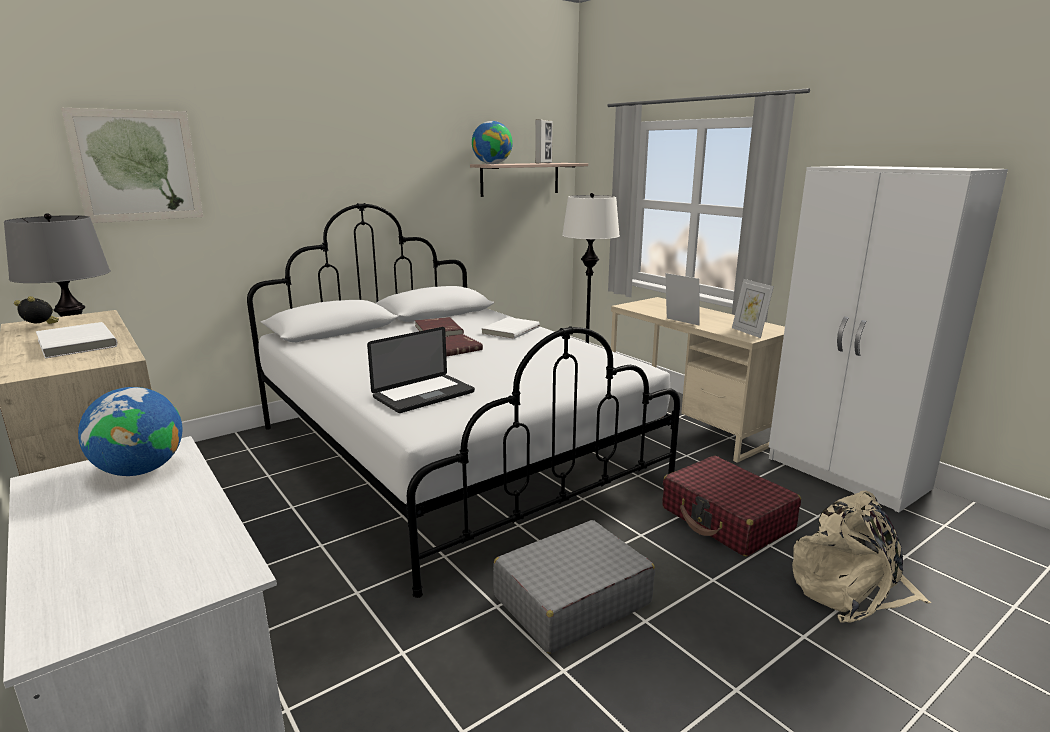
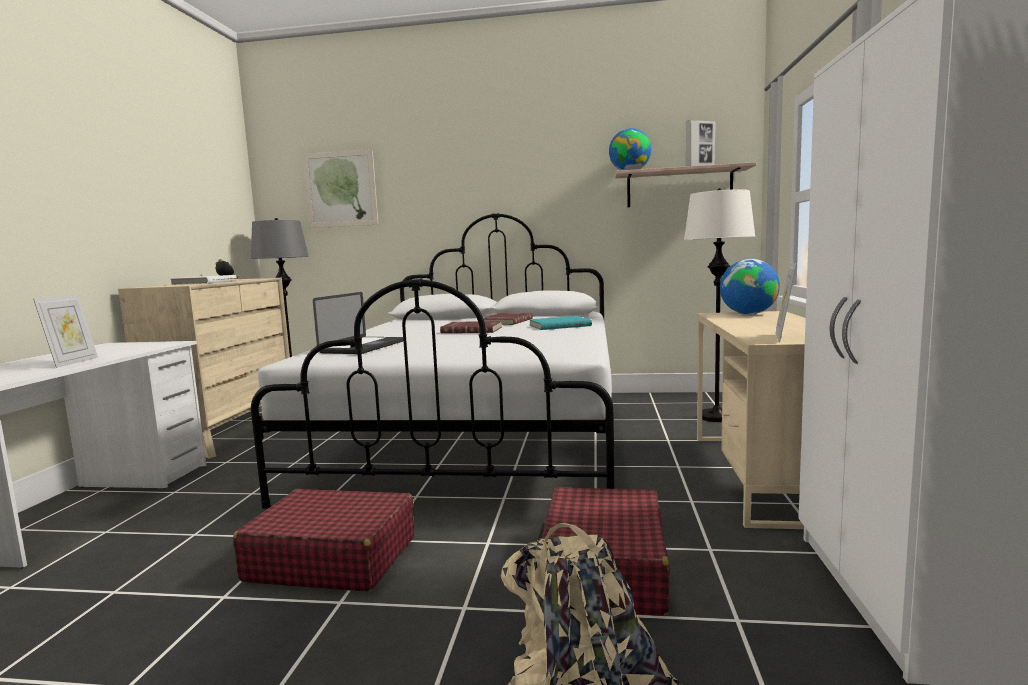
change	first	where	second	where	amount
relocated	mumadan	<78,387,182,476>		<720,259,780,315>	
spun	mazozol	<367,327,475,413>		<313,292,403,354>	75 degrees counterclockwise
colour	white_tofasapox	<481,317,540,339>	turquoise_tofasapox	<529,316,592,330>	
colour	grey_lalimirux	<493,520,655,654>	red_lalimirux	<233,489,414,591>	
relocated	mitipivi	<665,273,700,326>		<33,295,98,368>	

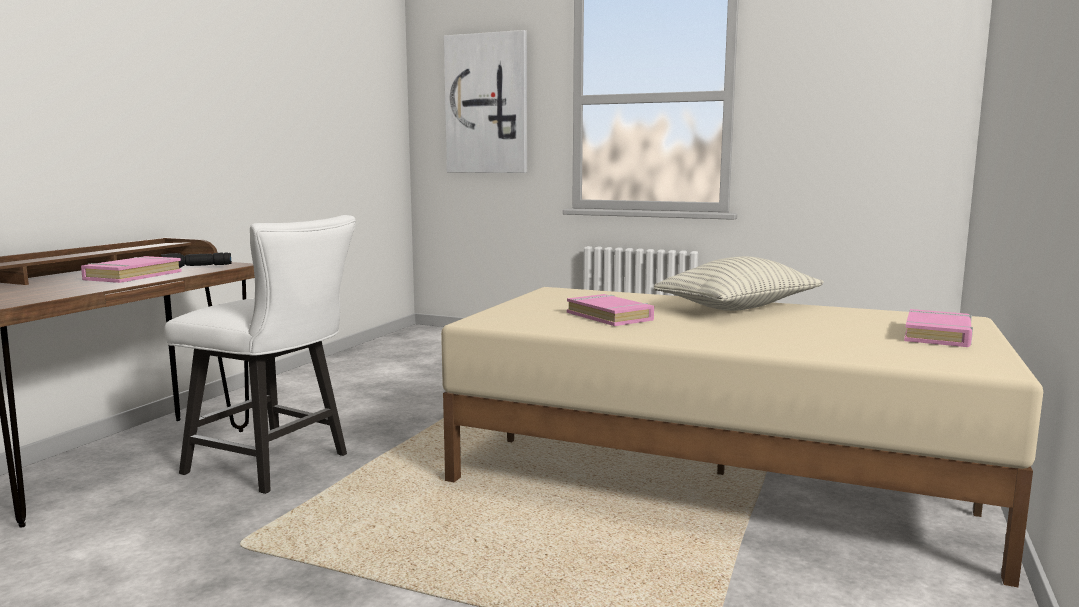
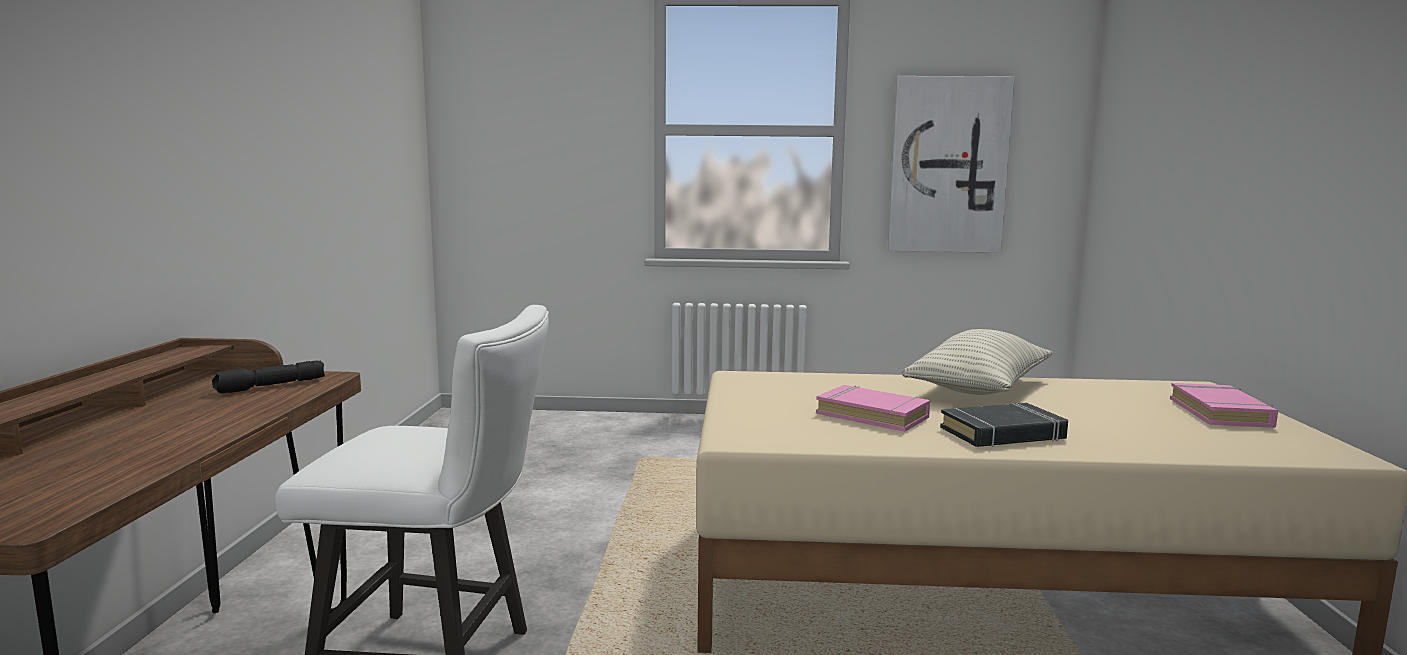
change	first	where	second	where	amount
missing	pink_tofasapox	<81,256,182,283>			
relocated	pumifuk	<444,30,527,173>		<888,76,1015,253>	
appeared			black_tofasapox	<940,403,1068,447>	

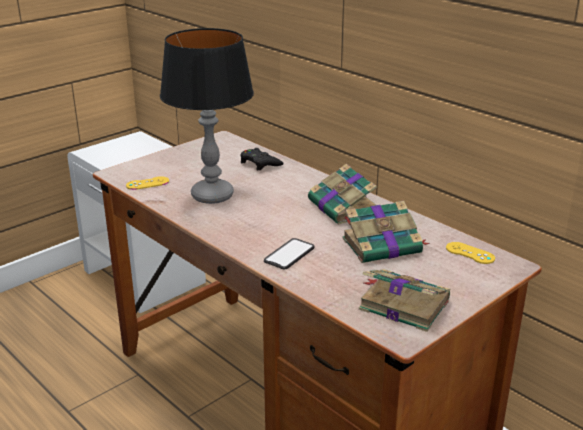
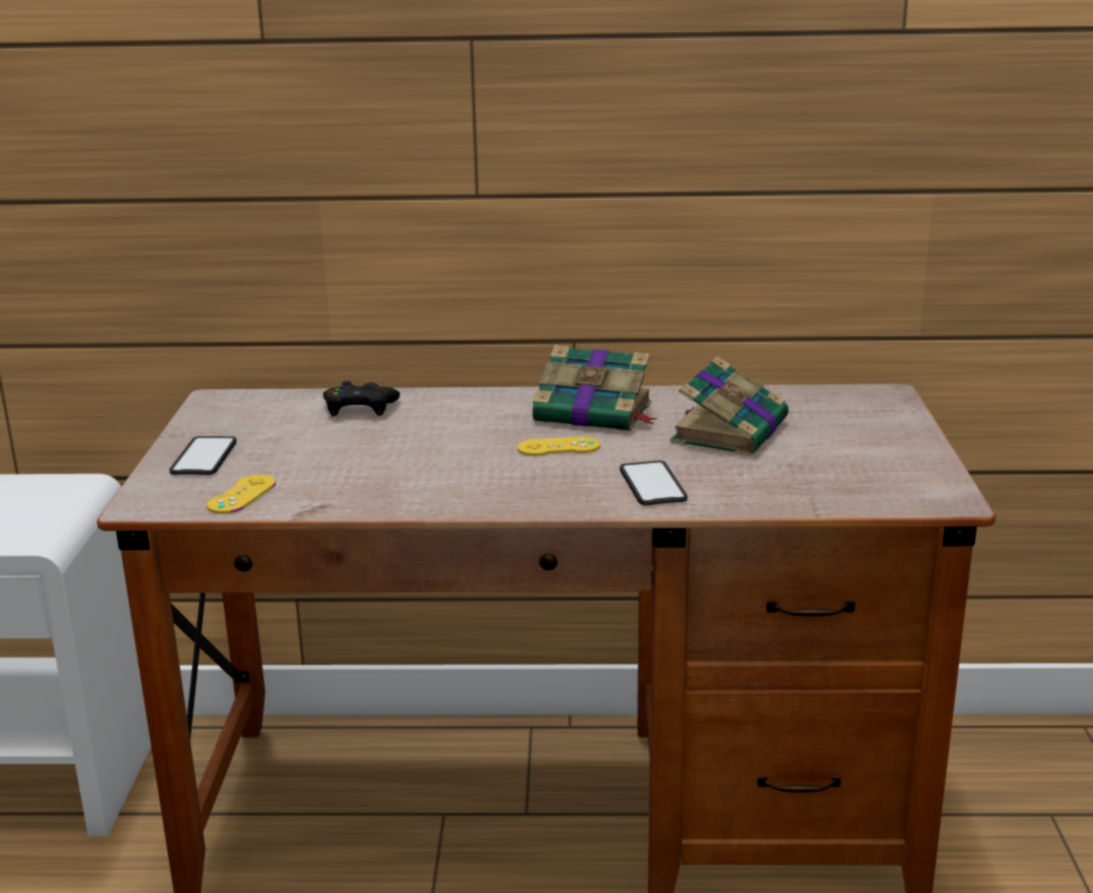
change	first	where	second	where	amount
missing	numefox	<160,28,254,204>			
missing	tofasapox	<359,269,450,332>			
relocated	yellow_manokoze	<446,242,495,264>		<517,436,601,456>	
appeared			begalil	<170,436,237,475>	

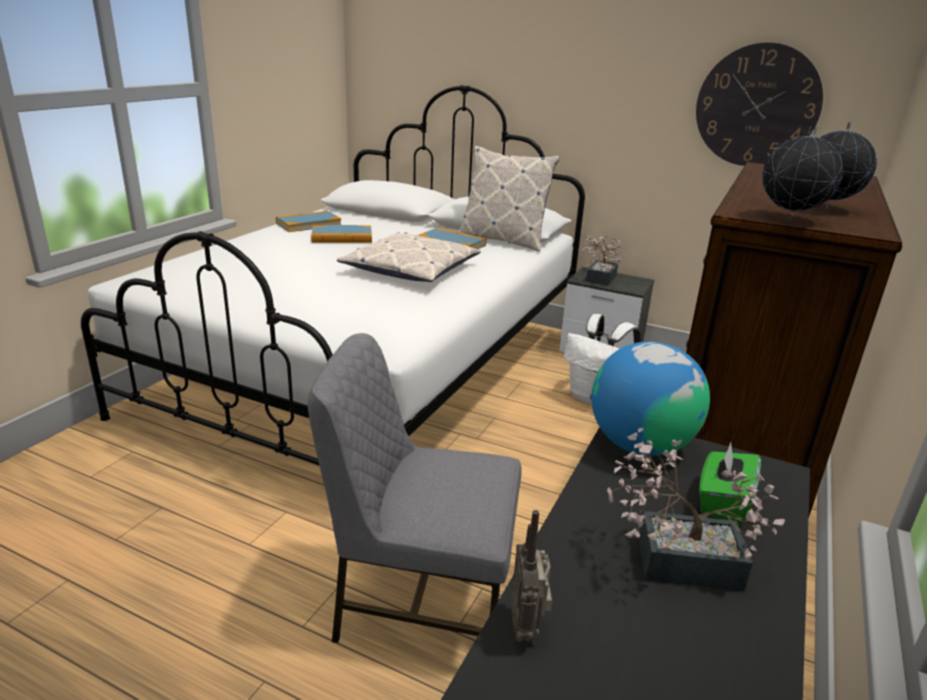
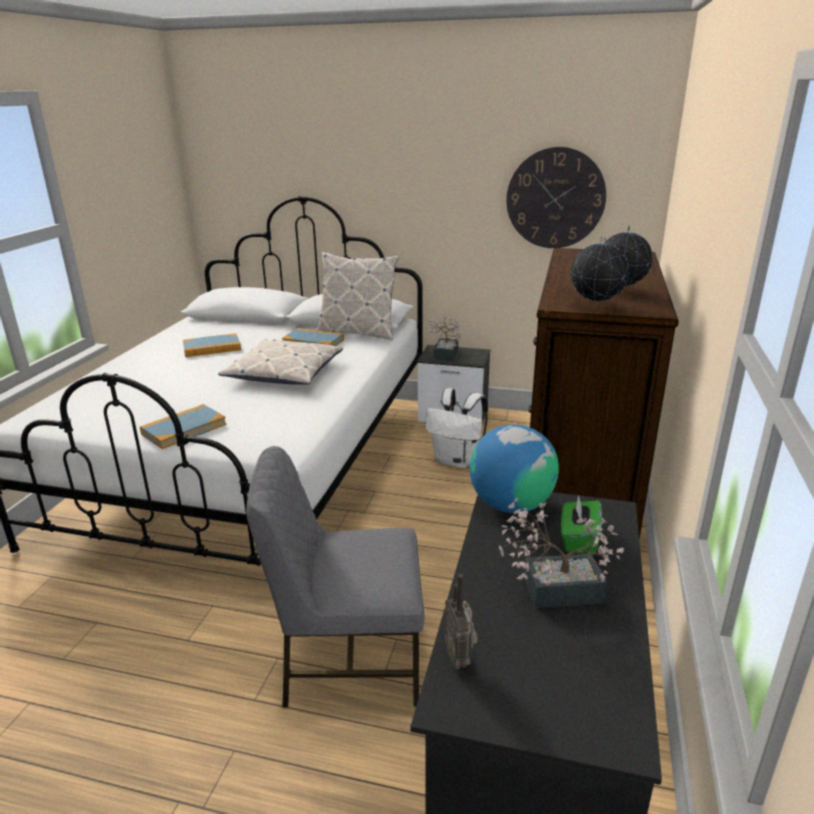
change	first	where	second	where	amount
relocated	tofasapox	<276,211,341,232>		<140,404,227,449>	

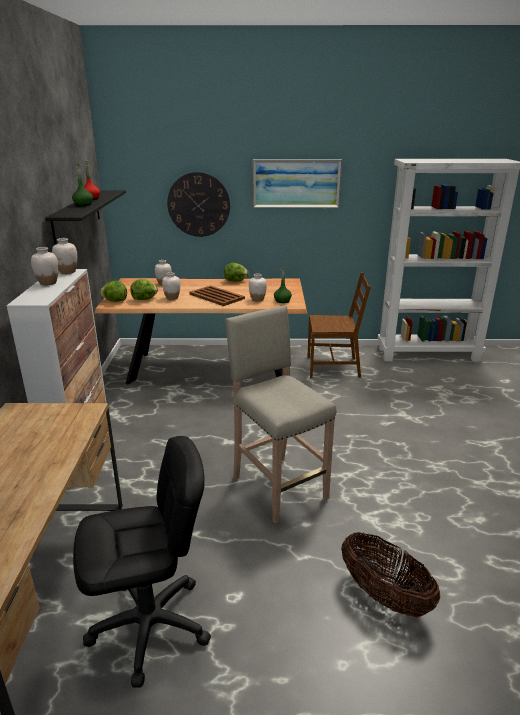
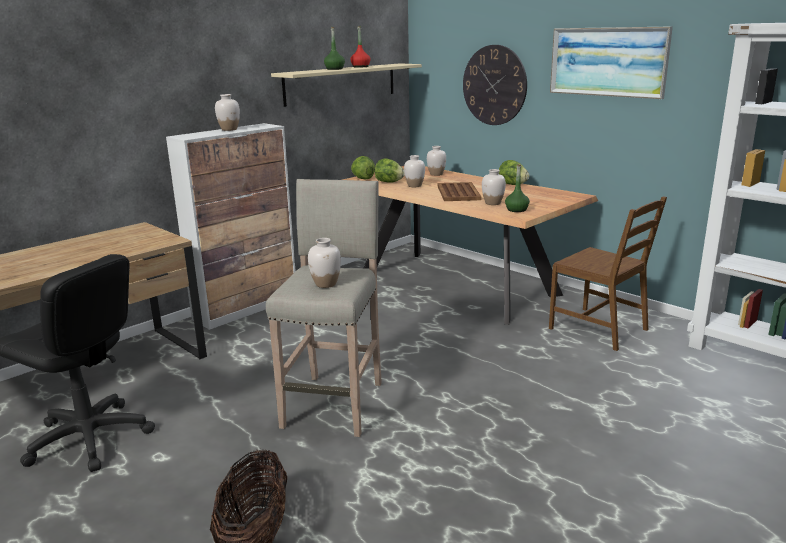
change	first	where	second	where	amount
colour	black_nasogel	<45,190,126,245>	beige_nasogel	<271,63,422,107>	
relocated	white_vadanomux	<52,238,77,274>		<308,238,341,288>	

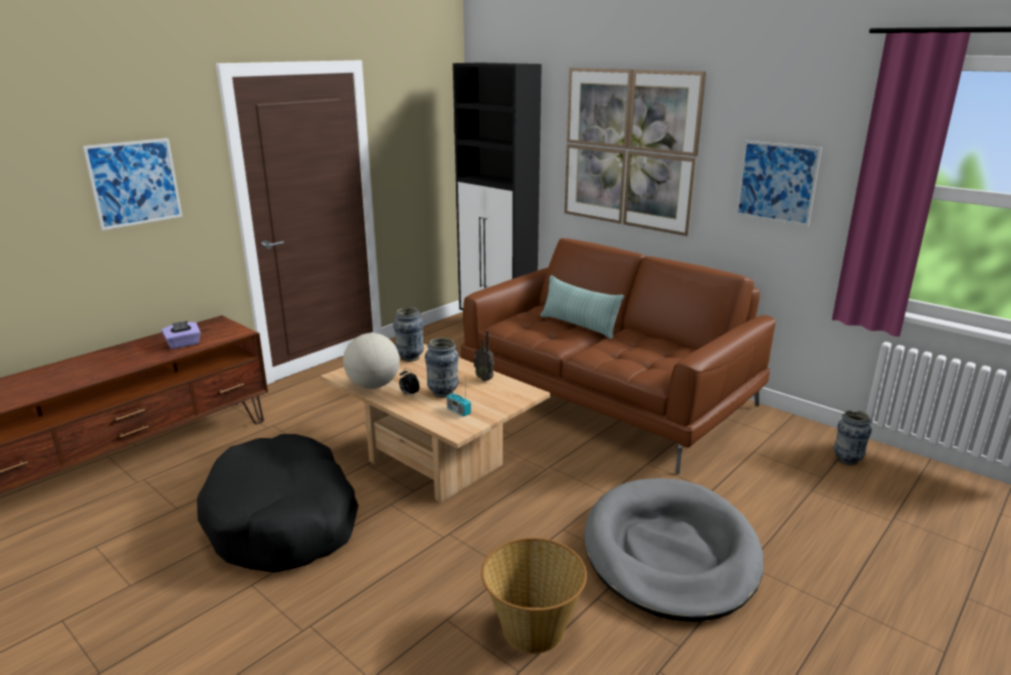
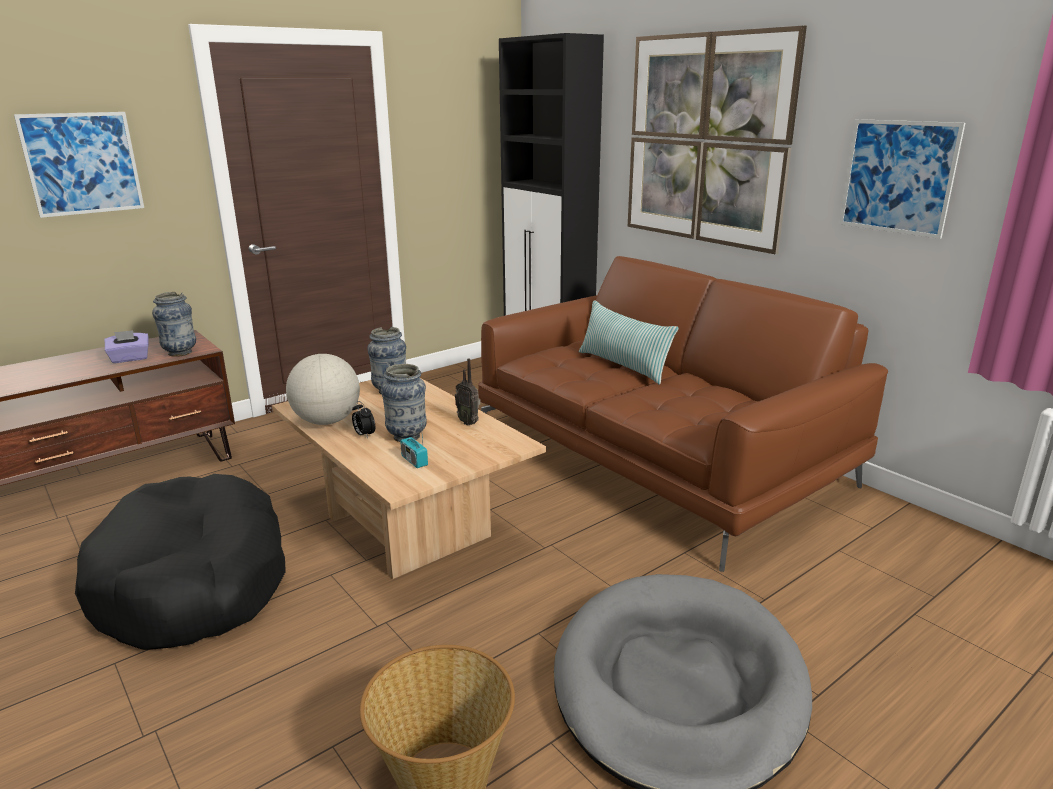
change	first	where	second	where	amount
relocated	vadanomux	<834,410,872,465>		<152,292,196,357>	

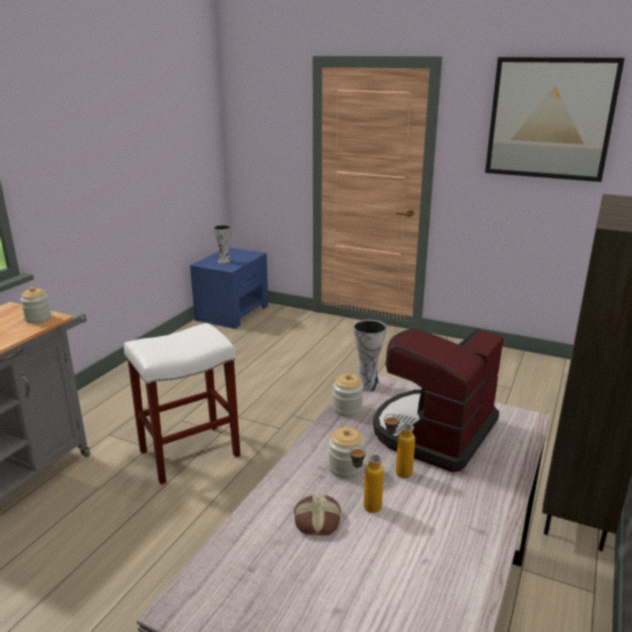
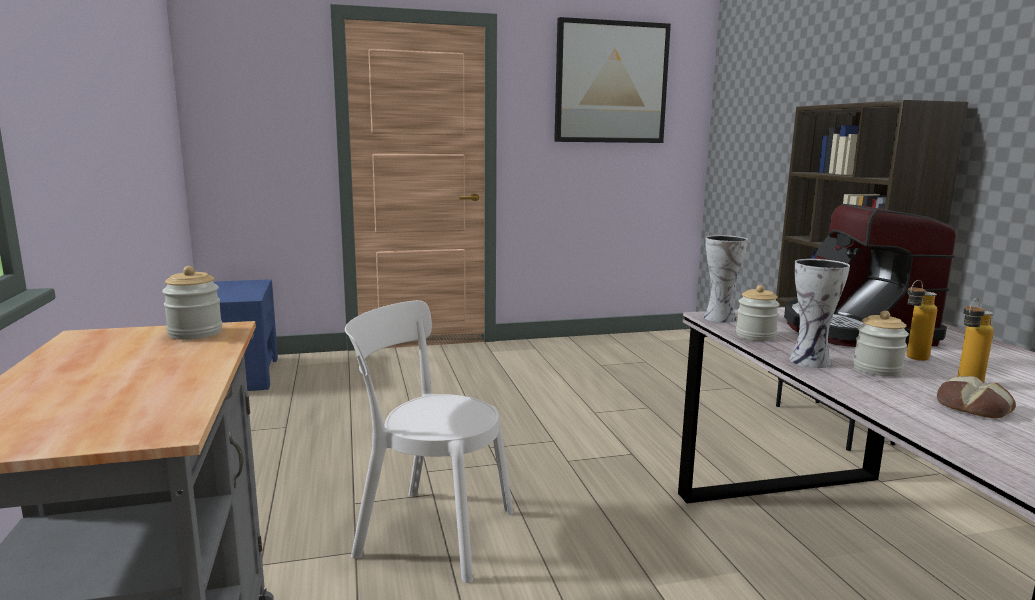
change	first	where	second	where	amount
exchanged	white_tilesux	<124,323,240,485>	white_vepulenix	<345,300,513,583>	
relocated	vadanomux	<213,225,231,263>		<789,259,850,368>	

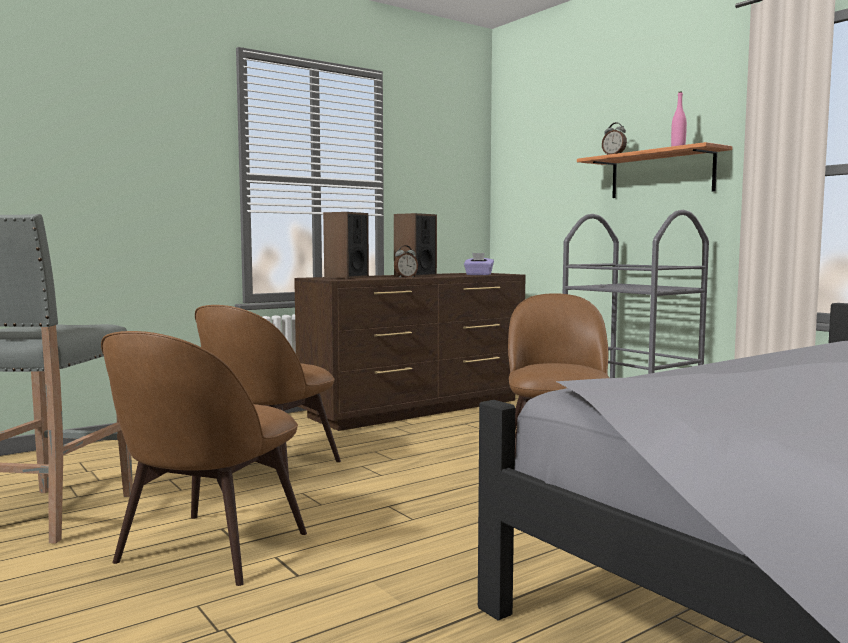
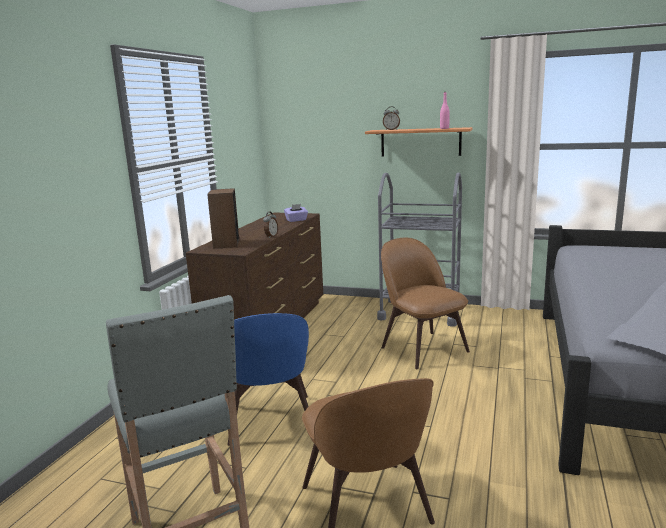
change	first	where	second	where	amount
colour	brown_vepulenix	<195,305,341,477>	blue_vepulenix	<228,313,309,446>	
missing	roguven	<394,213,437,277>			

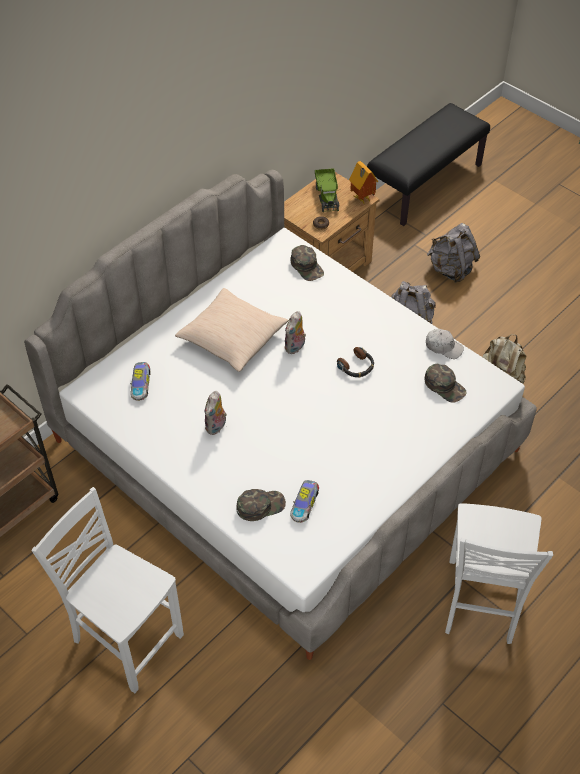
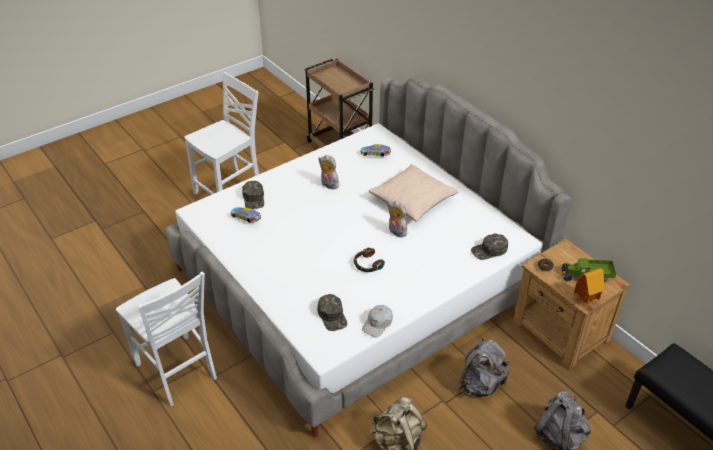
change	first	where	second	where	amount
spun	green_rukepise	<425,364,467,403>		<317,294,347,331>	75 degrees counterclockwise
spun	white_vepulenix	<445,503,553,644>		<116,272,217,406>	150 degrees counterclockwise

